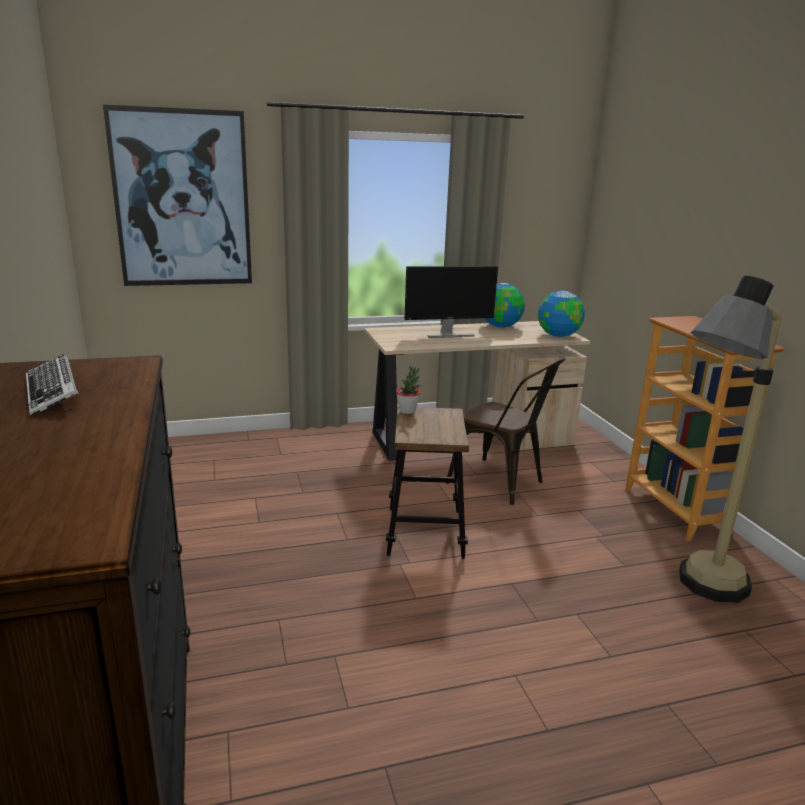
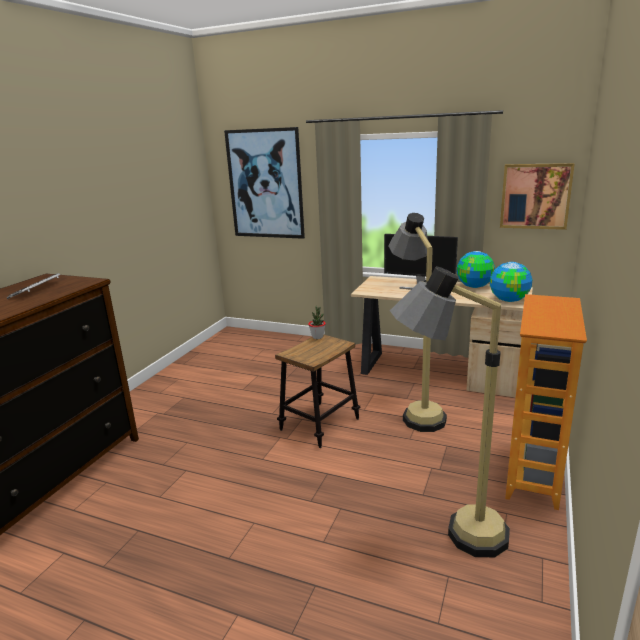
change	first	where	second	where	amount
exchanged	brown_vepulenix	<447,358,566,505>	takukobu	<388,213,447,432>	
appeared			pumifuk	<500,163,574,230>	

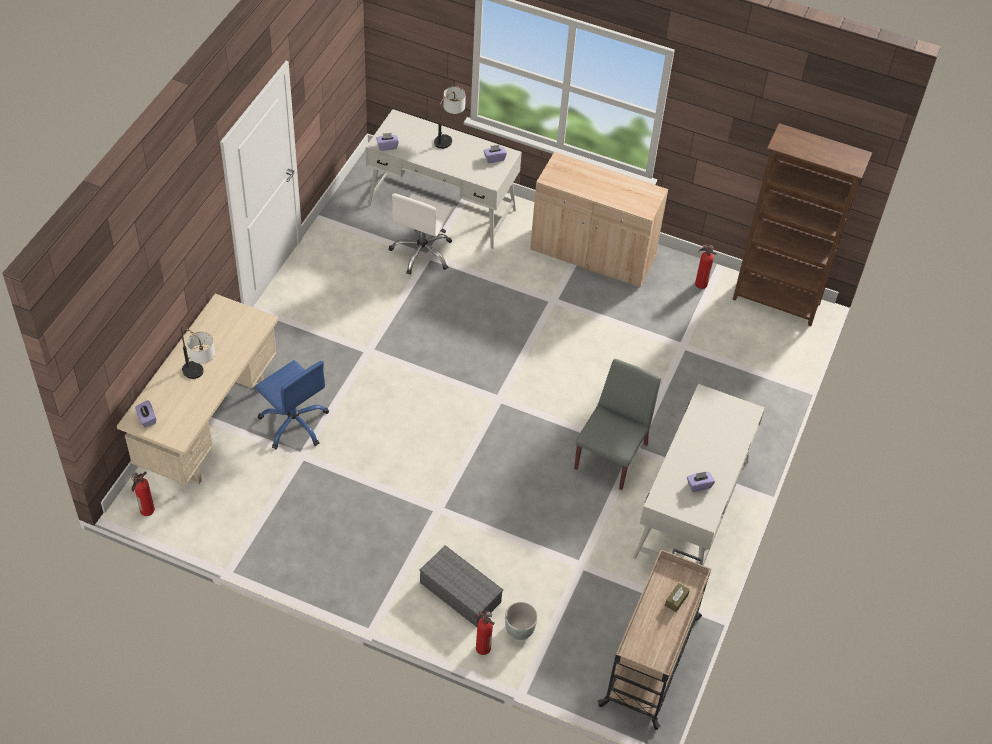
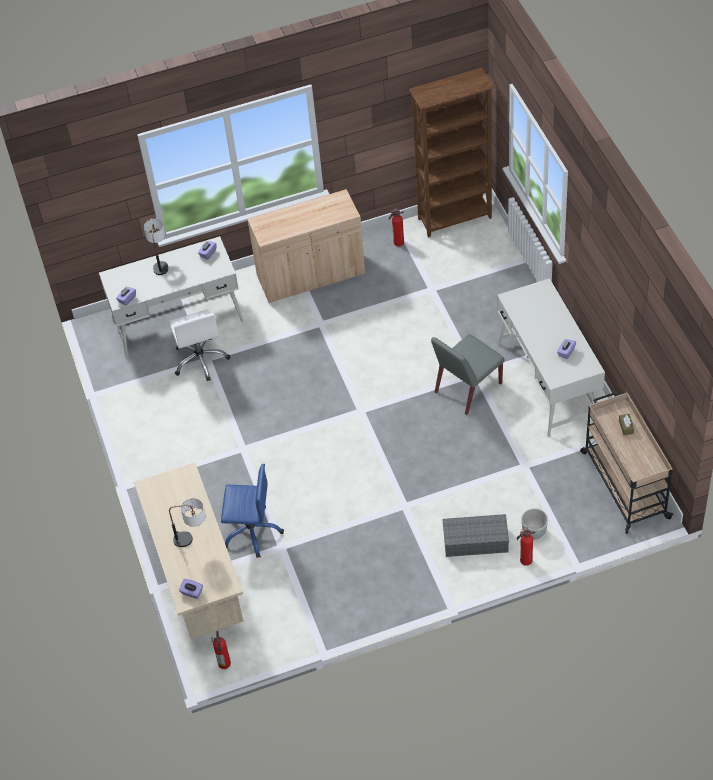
change	first	where	second	where	amount
spun	grey_vepulenix	<574,359,661,490>		<431,334,505,415>	120 degrees counterclockwise

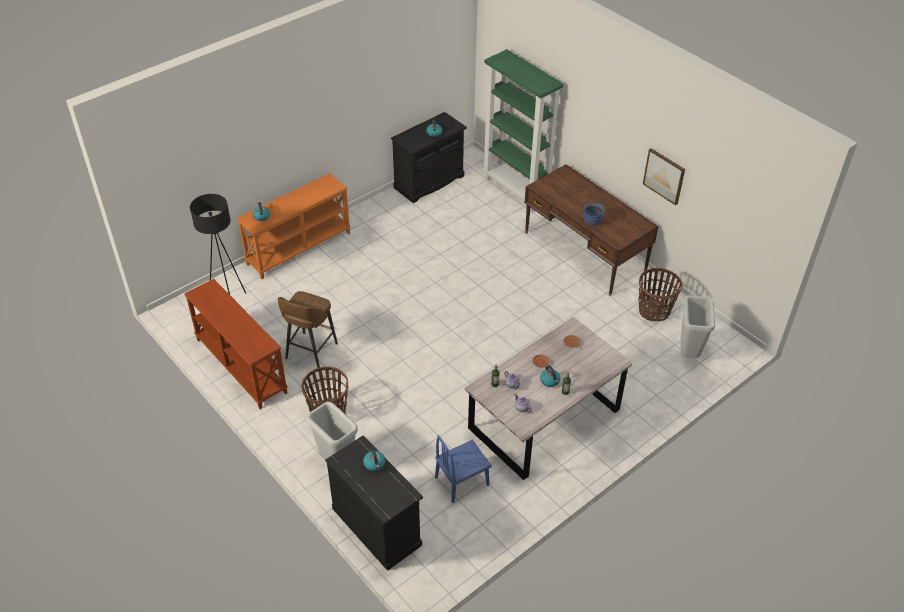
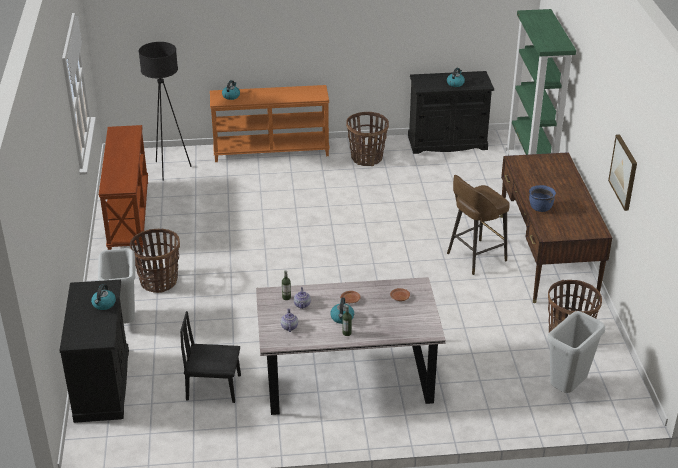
change	first	where	second	where	amount
relocated	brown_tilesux	<278,291,338,368>		<447,175,510,275>	
colour	blue_vepulenix	<435,435,492,503>	black_vepulenix	<180,311,241,403>	
appeared			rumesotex	<346,112,389,166>	

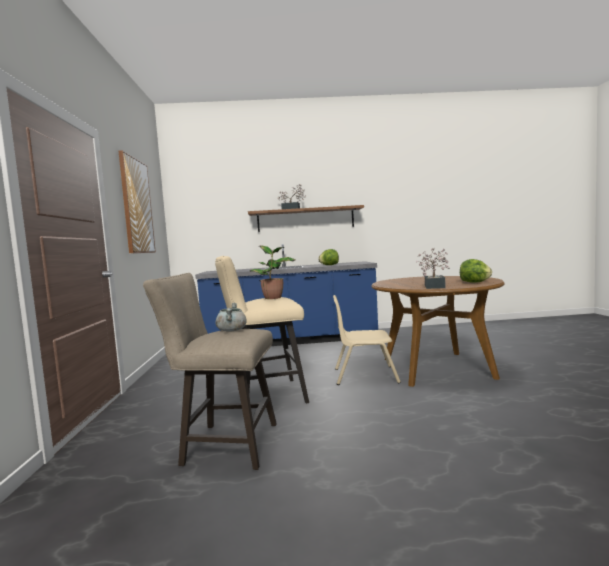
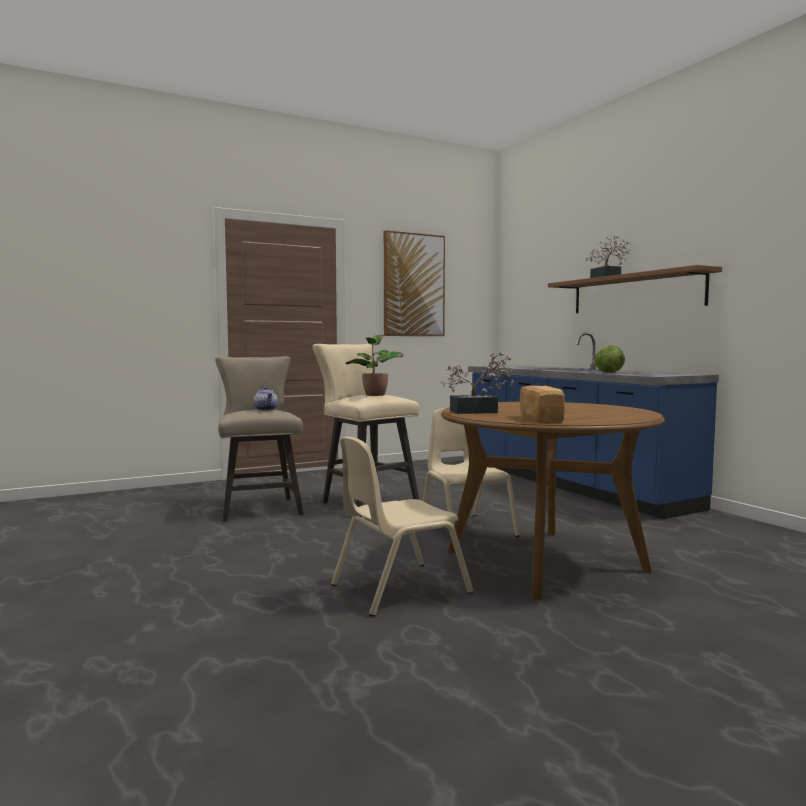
change	first	where	second	where	amount
exchanged	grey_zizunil	<215,302,247,332>	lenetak	<254,387,278,411>	
exchanged	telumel	<460,259,492,283>	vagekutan	<520,386,565,422>	
appeared			beige_vepulenix	<331,436,473,617>	

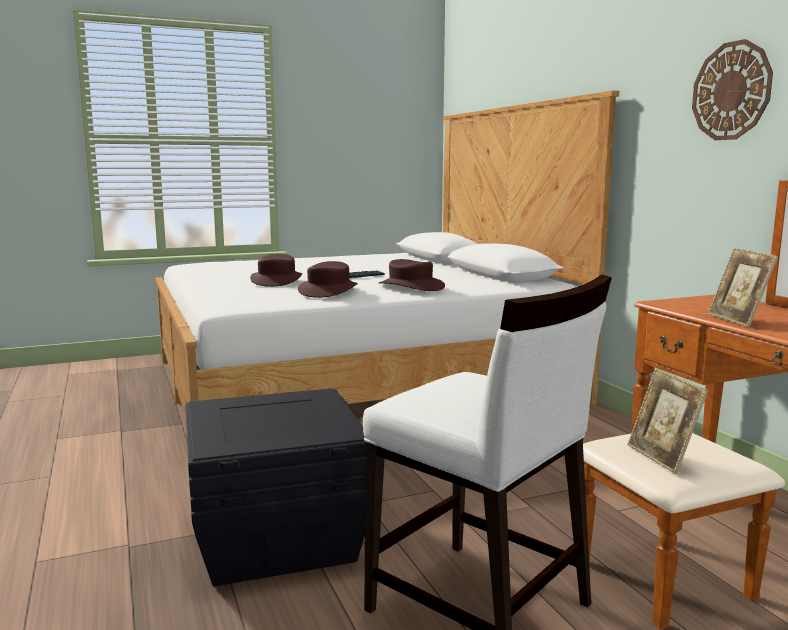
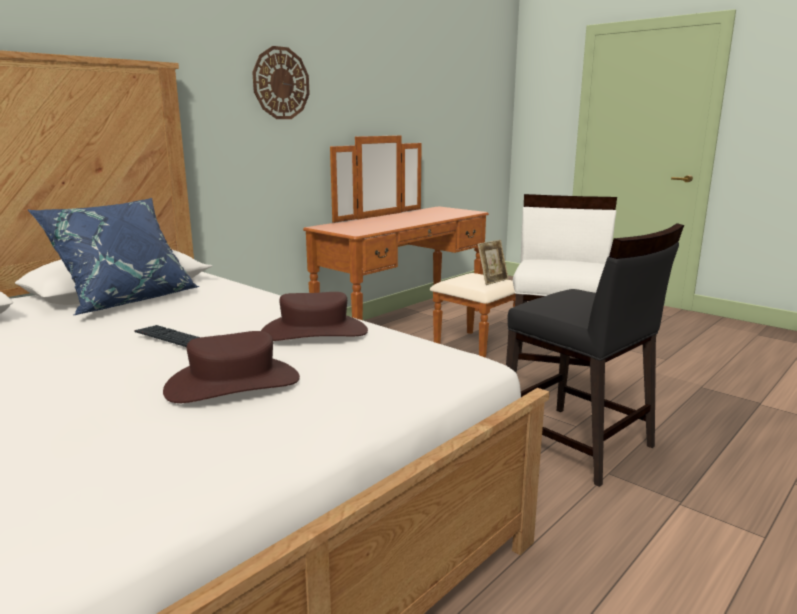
change	first	where	second	where	amount
exchanged	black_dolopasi	<185,388,365,586>	black_vepulenix	<506,223,684,487>	
missing	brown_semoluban	<379,259,445,291>			
missing	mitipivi	<708,248,778,327>			
appeared			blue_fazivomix	<28,198,200,315>	

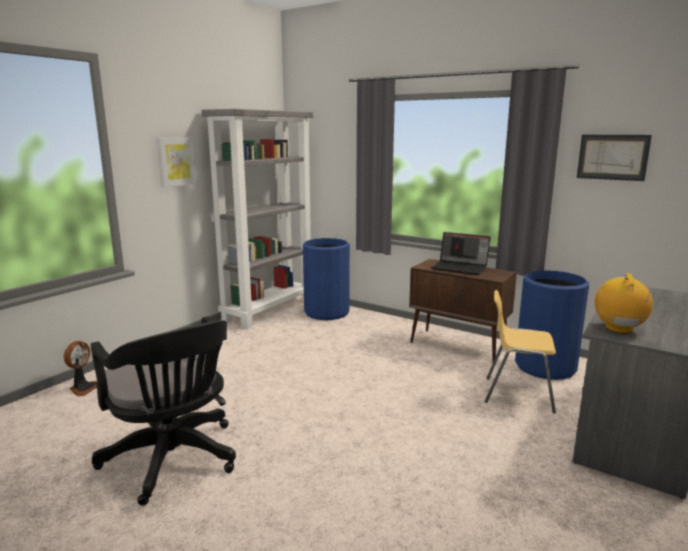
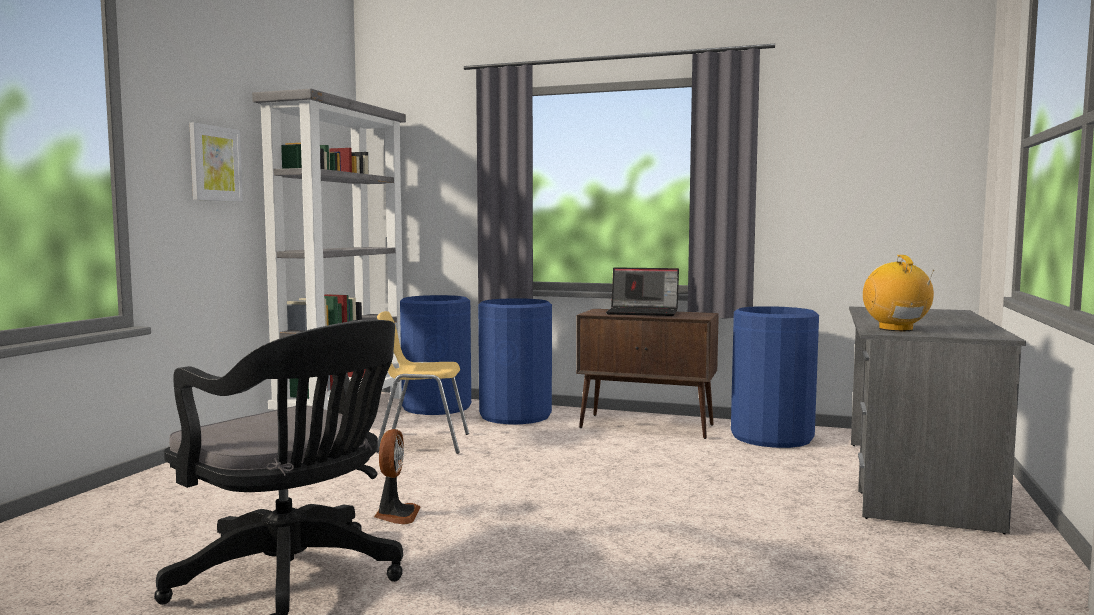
change	first	where	second	where	amount
relocated	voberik	<64,341,97,396>		<374,429,421,525>	
relocated	yellow_vepulenix	<485,290,556,414>		<376,311,469,454>	
missing	pumifuk	<577,135,652,181>			
appeared			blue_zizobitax	<478,298,552,424>	

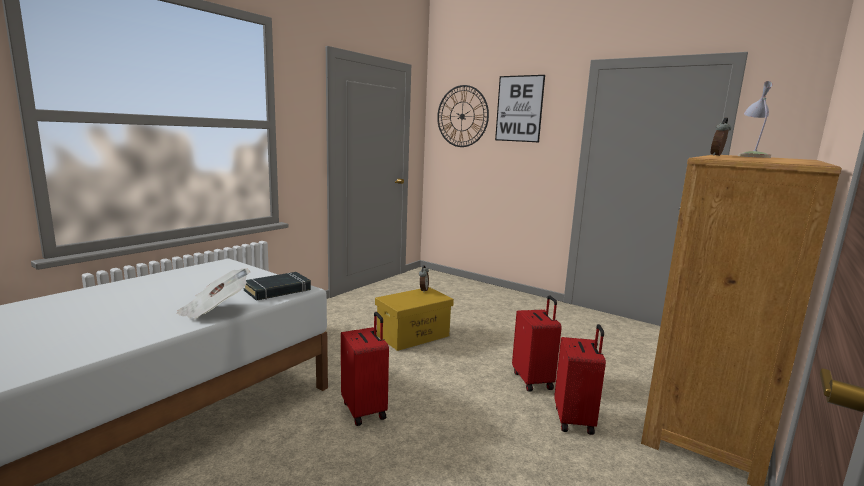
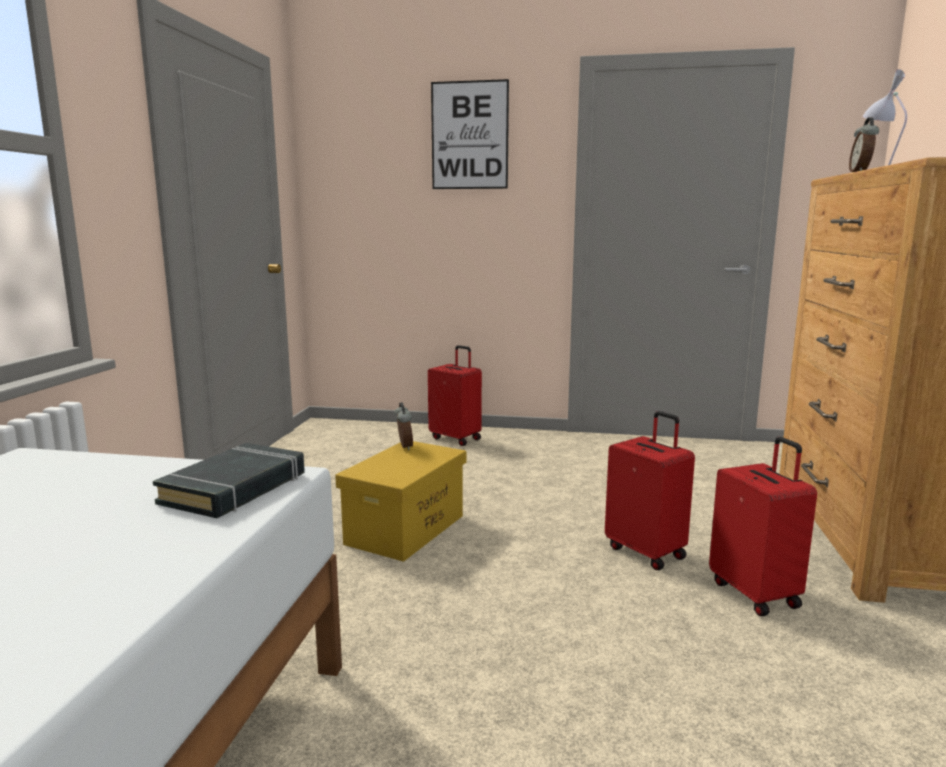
change	first	where	second	where	amount
missing	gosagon	<177,268,250,319>			
relocated	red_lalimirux	<341,312,389,426>		<428,345,482,446>	
missing	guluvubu	<437,85,489,147>			

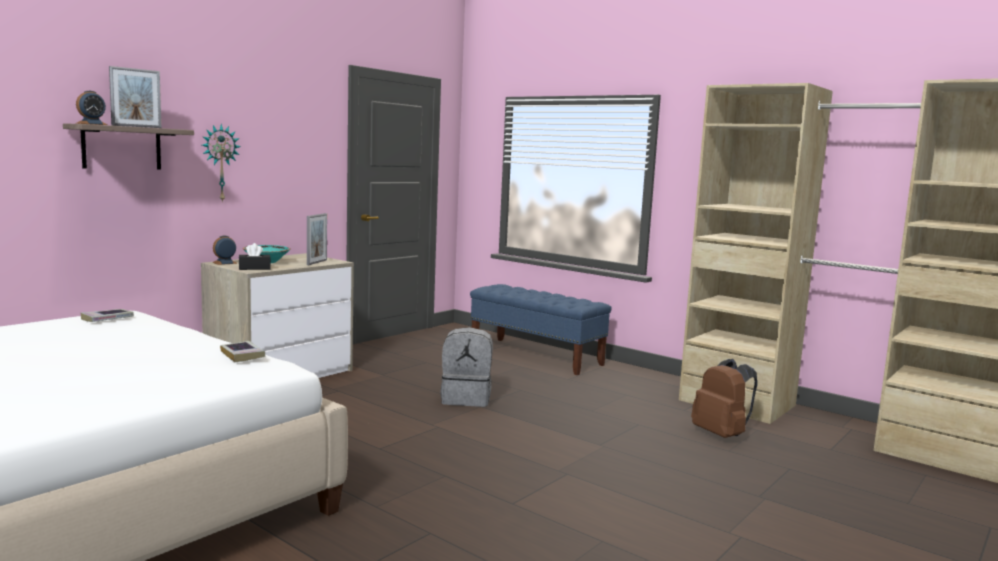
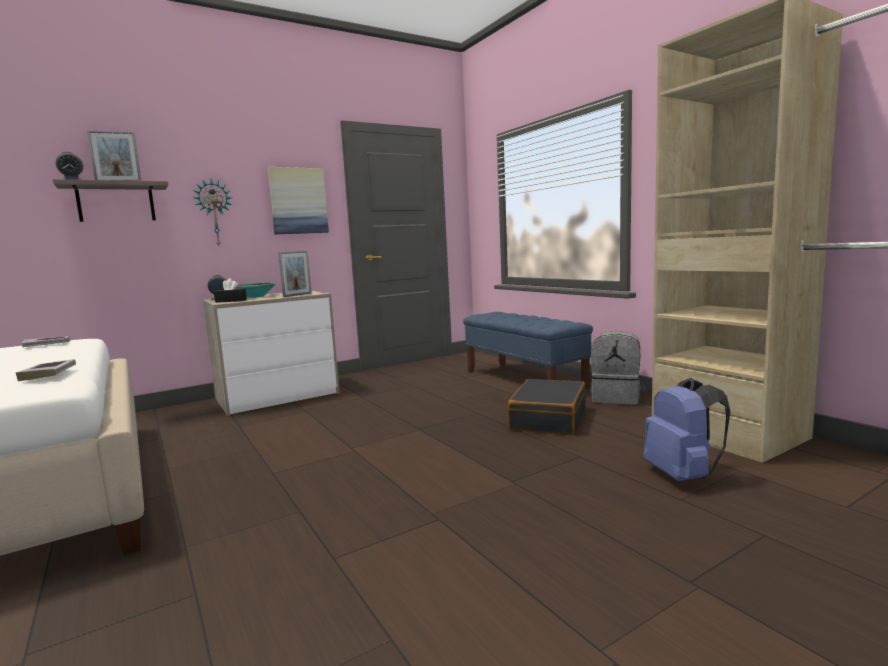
change	first	where	second	where	amount
relocated	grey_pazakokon	<440,327,493,407>		<590,331,641,405>	
colour	brown_pazakokon	<691,359,757,438>	blue_pazakokon	<644,378,730,481>	
appeared			pumifuk	<267,167,329,234>	
appeared			black_lalimirux	<507,379,586,435>	

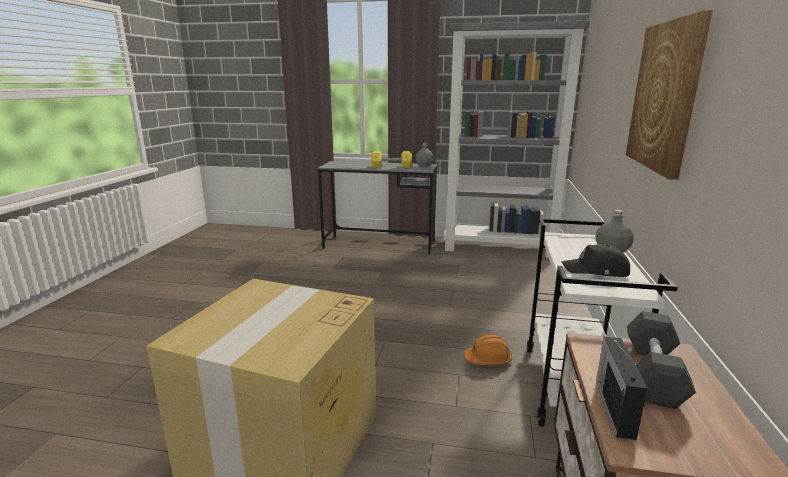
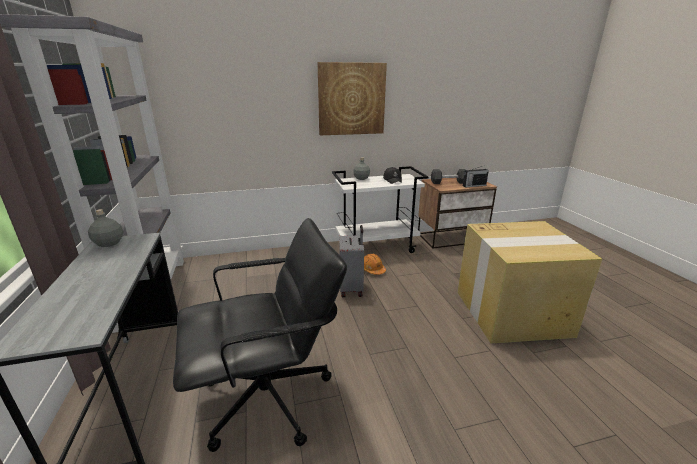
change	first	where	second	where	amount
missing	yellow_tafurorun	<371,151,412,168>			
appeared			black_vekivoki	<173,218,347,452>	
appeared			grey_lalimirux	<339,225,364,297>	

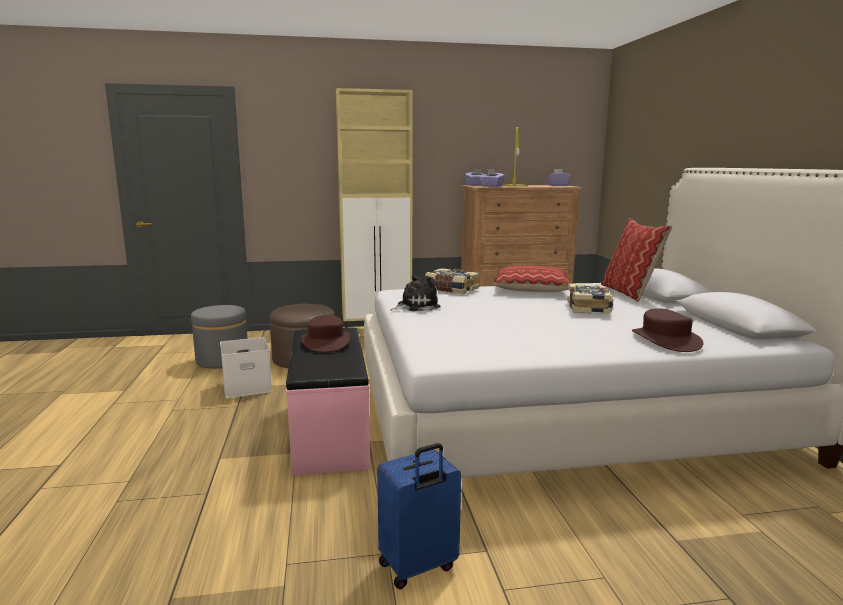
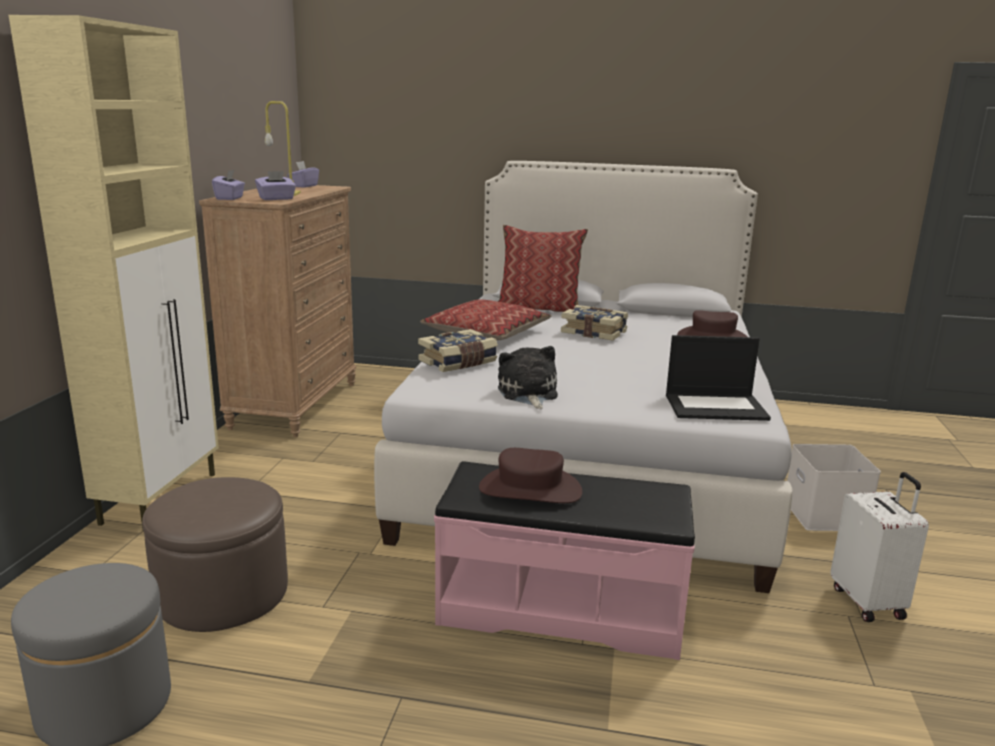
change	first	where	second	where	amount
relocated	white_dolopasi	<220,337,272,398>		<787,444,881,531>	
colour	blue_lalimirux	<377,443,461,589>	white_lalimirux	<831,472,929,622>	
appeared			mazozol	<666,335,771,421>	

